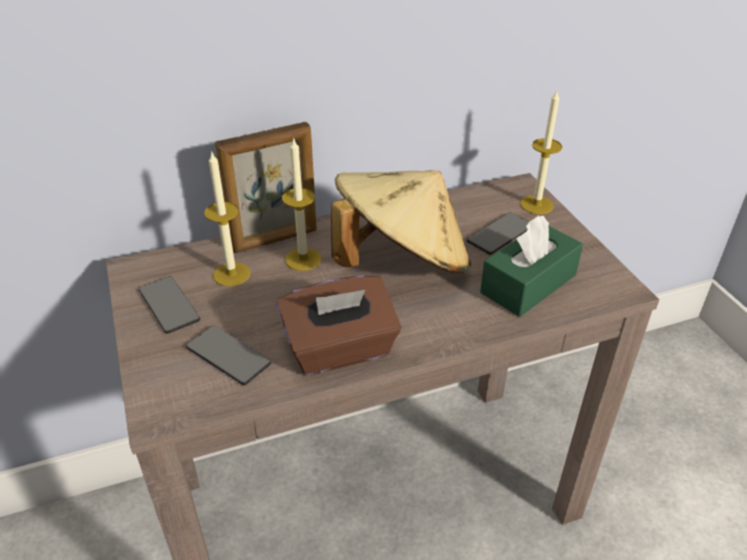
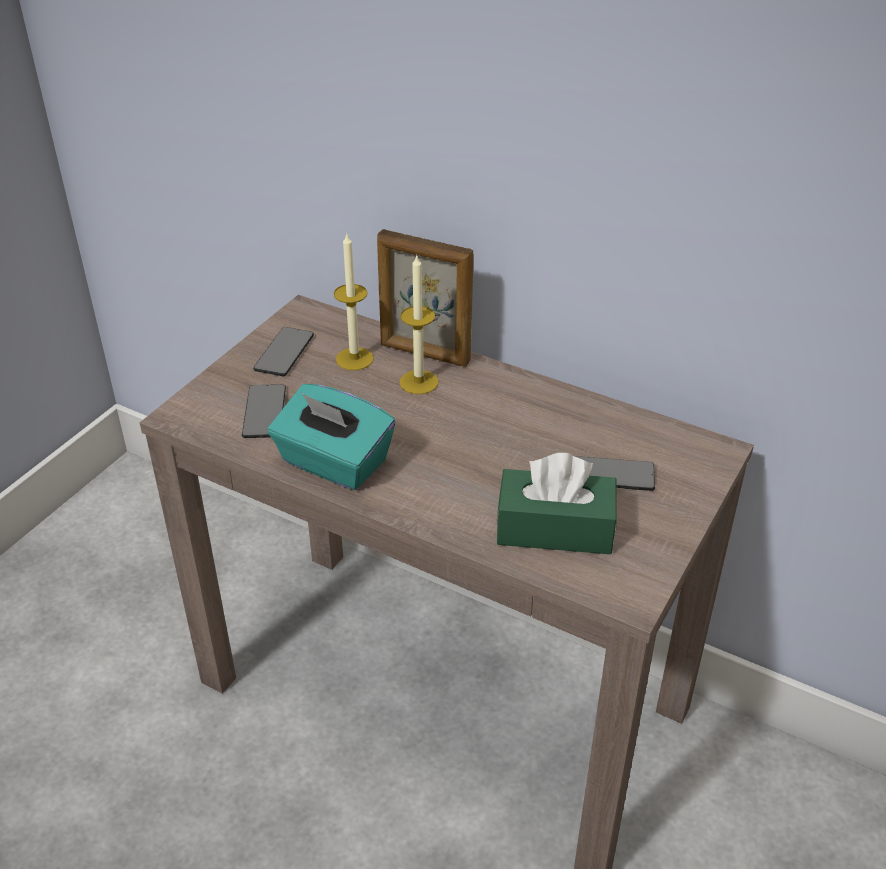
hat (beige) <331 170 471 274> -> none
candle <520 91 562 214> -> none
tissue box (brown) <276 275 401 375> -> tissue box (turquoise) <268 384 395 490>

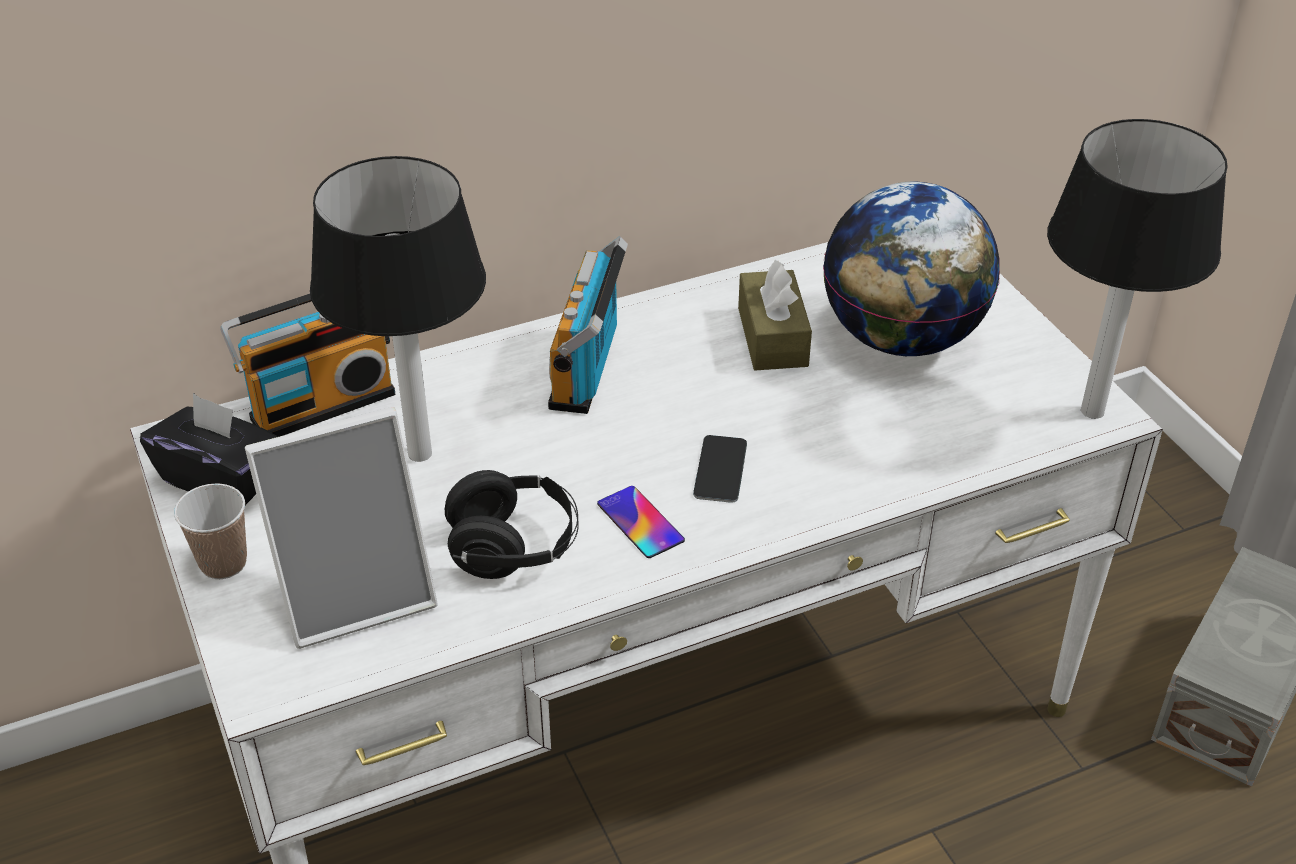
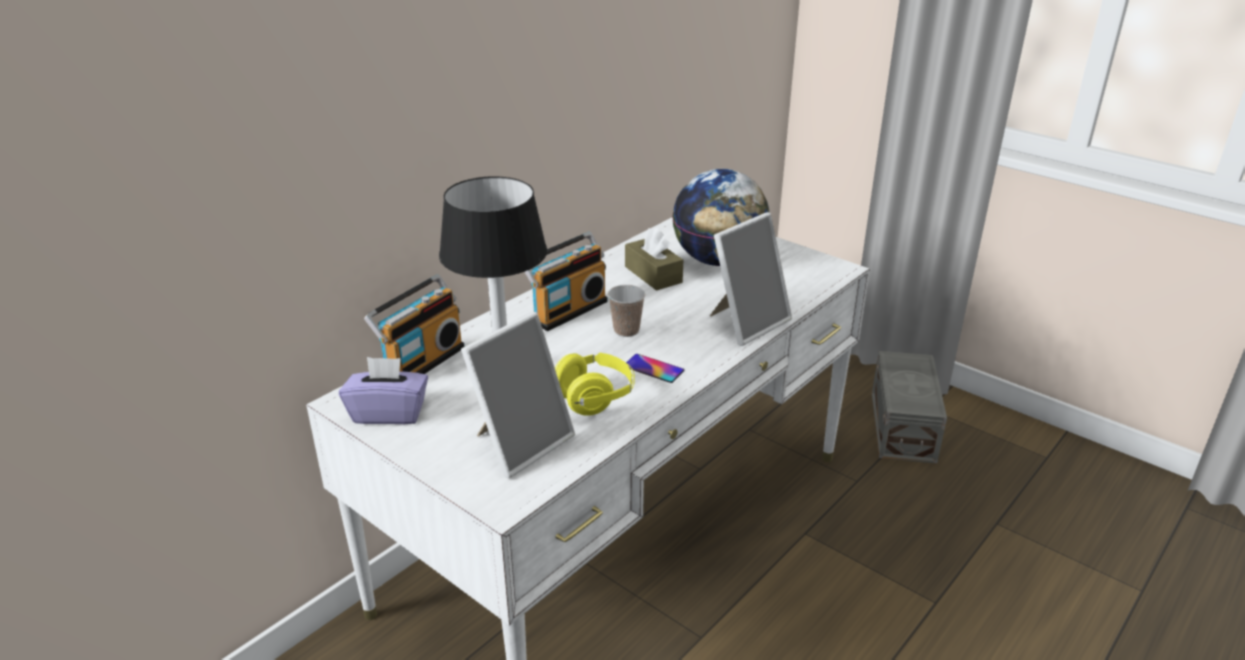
phone <693 435 747 503> -> none
table lamp <1047 119 1228 419> -> none
none -> picture frame <710 212 792 346>
cup <174 483 247 579> -> cup <608 285 645 337>, moved
tissue box (black) <140 393 278 505> -> tissue box (purple) <339 357 428 424>
headphones (black) <445 470 579 579> -> headphones (yellow) <555 353 635 416>
radio <548 236 628 414> -> radio <525 232 607 331>, 120 degrees counterclockwise

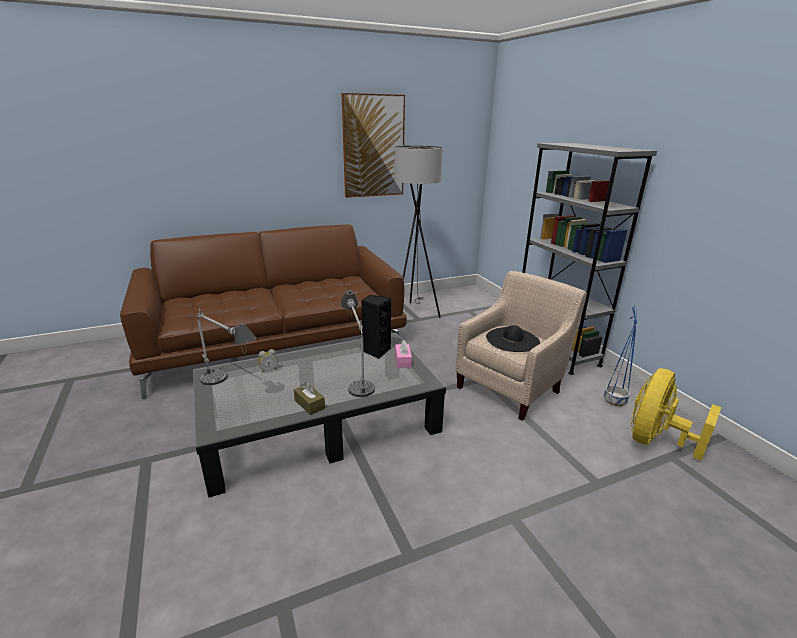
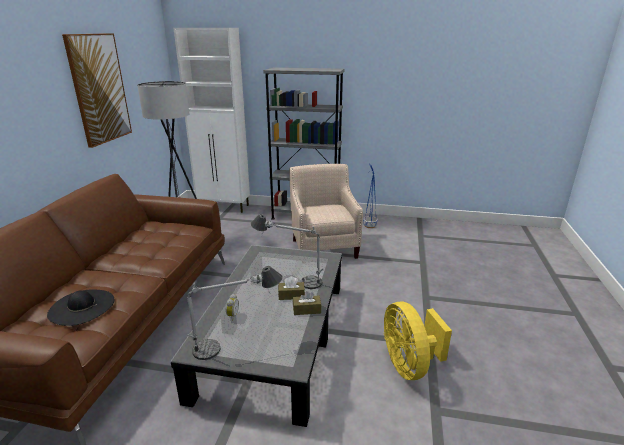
speaker (black) <361 295 391 359> -> none
tissue box (pink) <395 340 412 368> -> none
none -> cabinet (white) <173 28 250 213>
none -> tissue box (brown) <278 276 305 300>
hat (black) <486 325 540 352> -> hat (black) <47 290 114 326>, moved
fan (yellow) <631 368 721 460> -> fan (yellow) <384 302 452 380>, moved

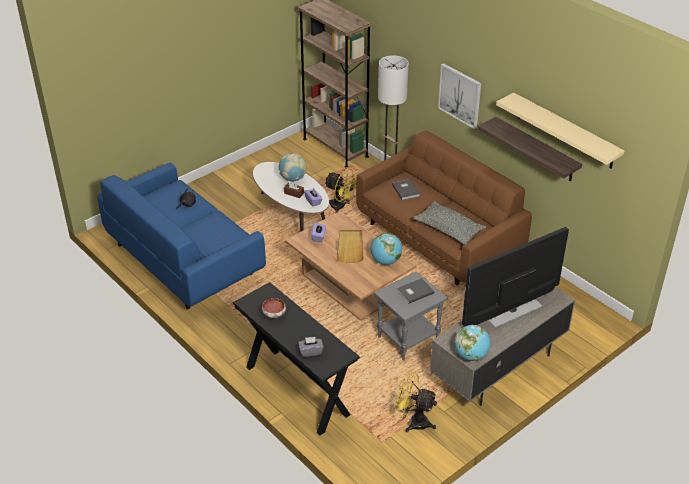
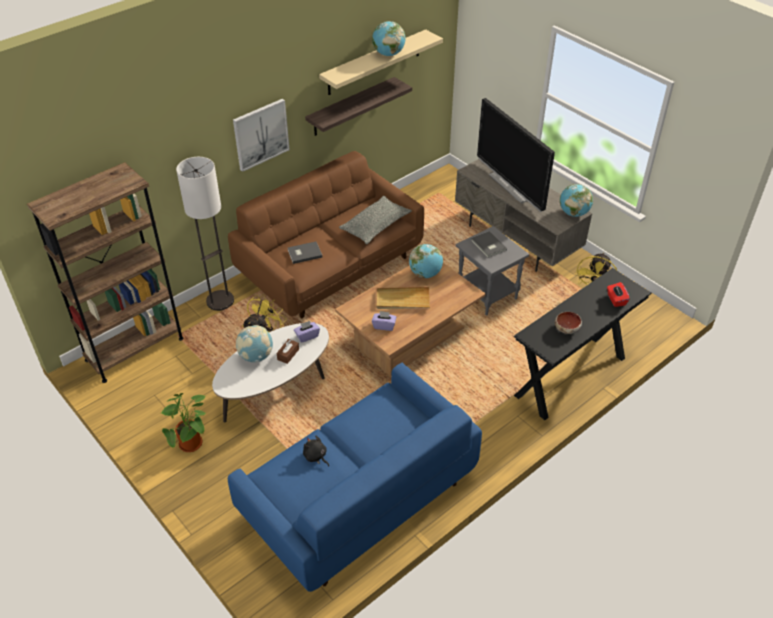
none -> potted plant <161 393 206 452>
none -> globe <372 21 406 56>
tissue box (grey) <298 337 323 357> -> tissue box (red) <607 282 630 307>

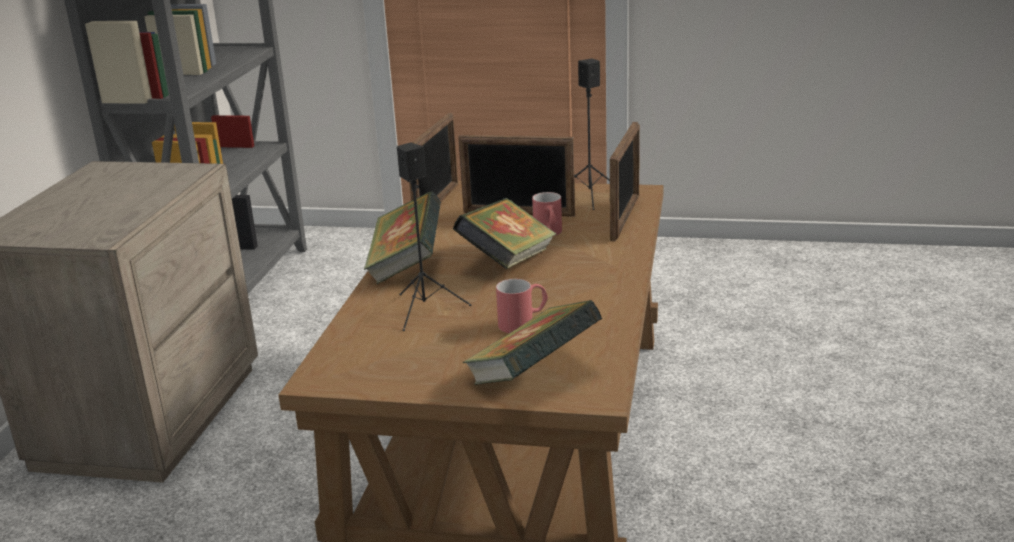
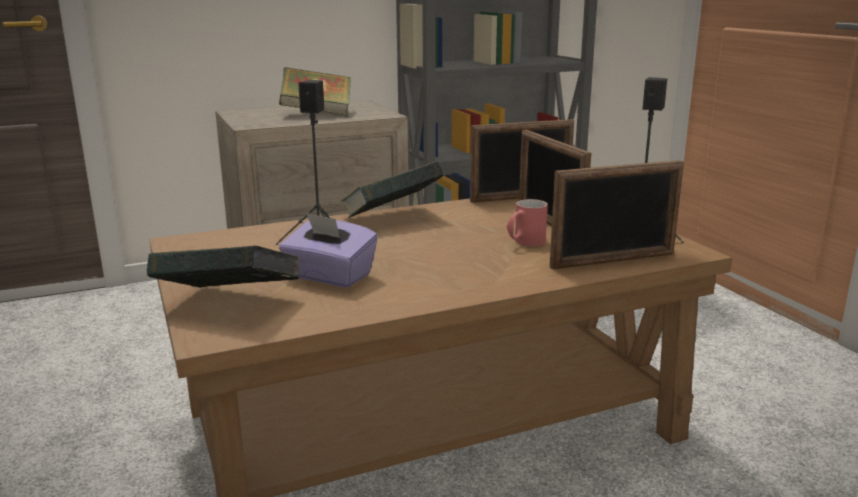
book <453 198 556 269> -> book <279 67 351 116>, moved
mug (red) <496 279 548 333> -> tissue box (purple) <279 212 378 288>

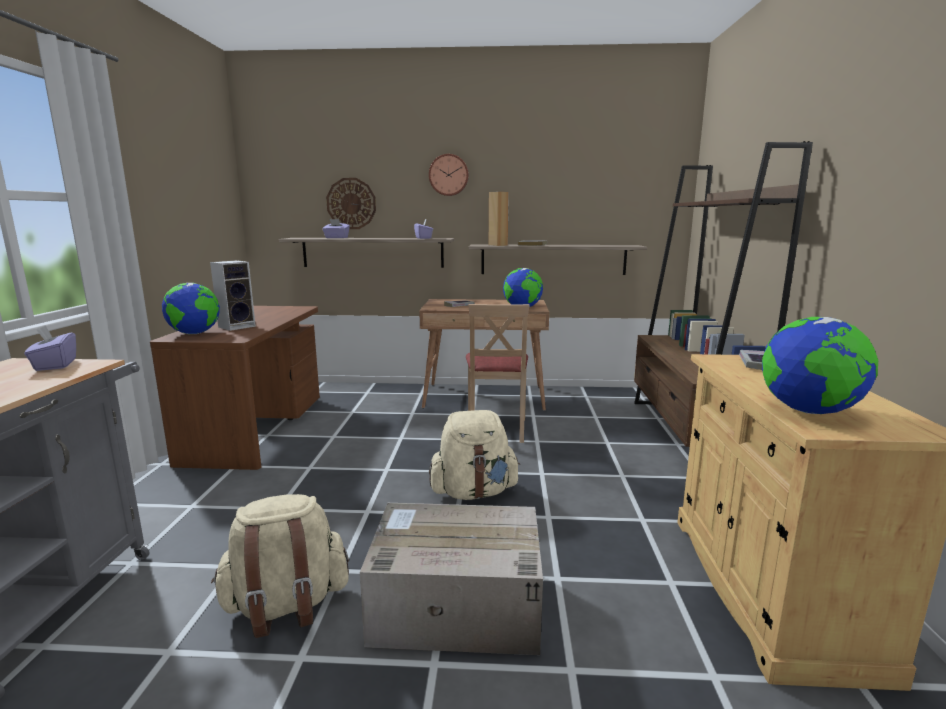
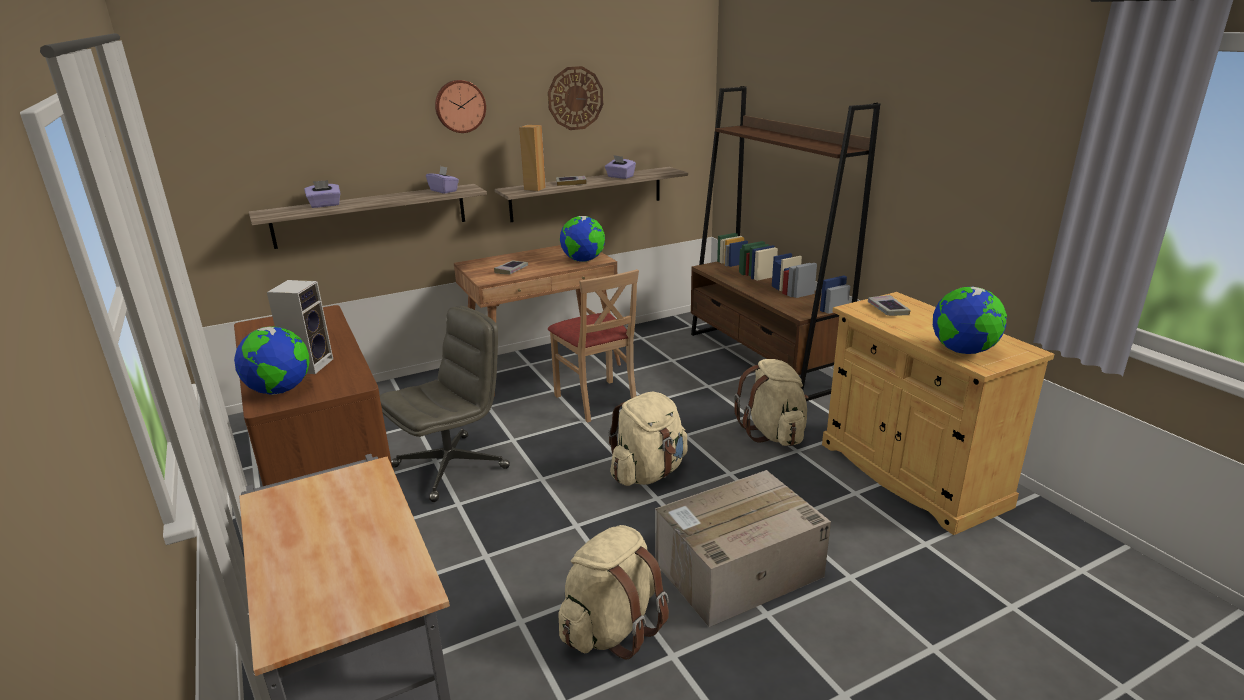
none -> office chair (grey) <379 306 510 502>
none -> backpack (beige) <734 359 809 446>
tissue box (purple) <24 325 76 371> -> tissue box (purple) <605 155 636 179>, moved
wall clock <326 178 376 229> -> wall clock <548 66 603 130>, moved

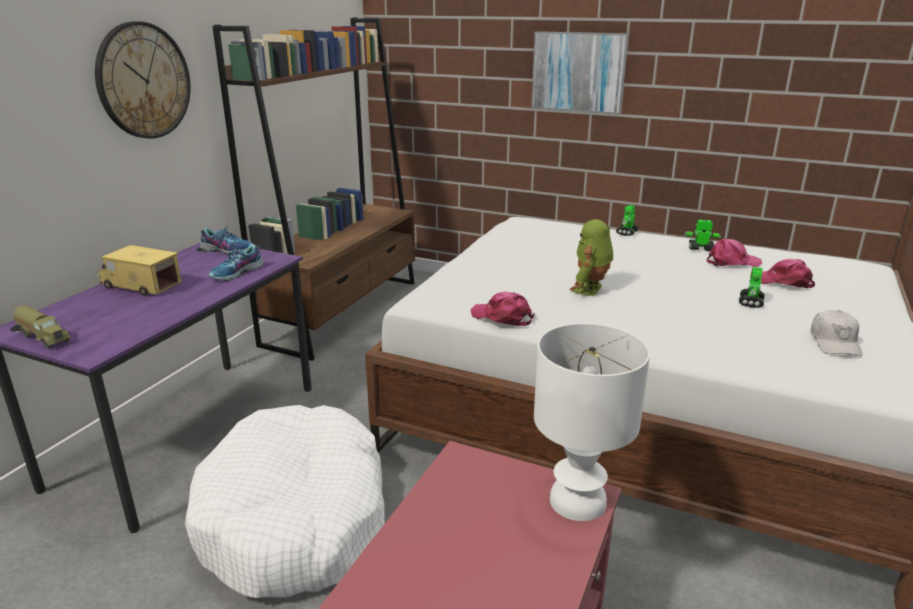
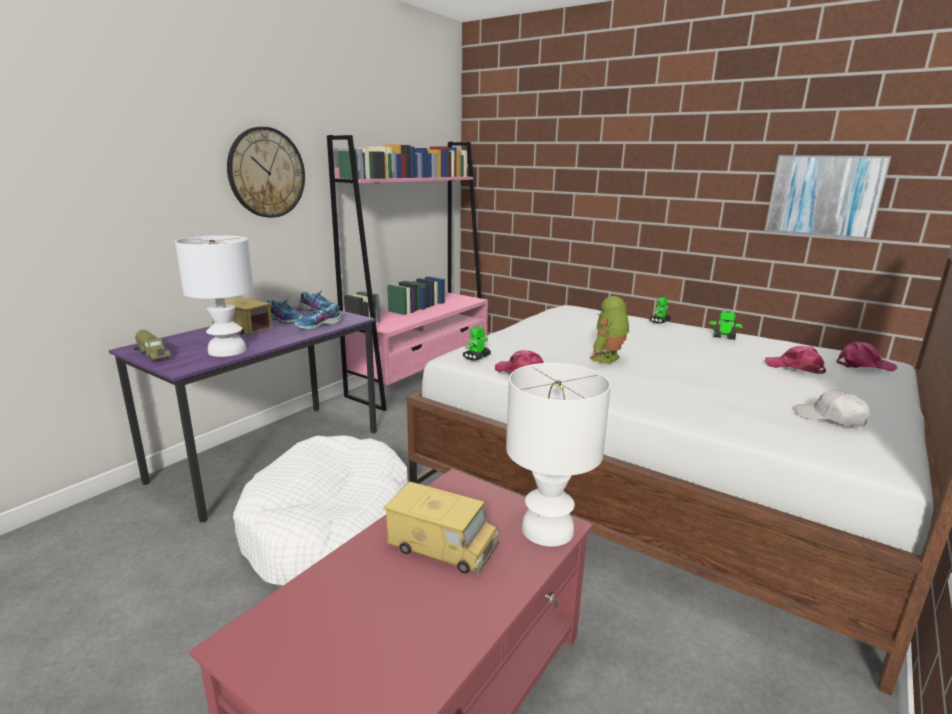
none -> table lamp (white) <175 235 254 357>
none -> shoe <268 297 304 324>
none -> toy truck <383 482 499 574>
picture <531 31 629 115> -> picture <764 155 891 239>, moved
cap (pink) <707 239 762 267> -> cap (pink) <836 342 897 372>, moved
toy robot <739 267 765 308> -> toy robot <463 326 491 361>, moved
bookcase (brown) <212 17 415 361> -> bookcase (pink) <327 135 488 411>
cap (white) <810 310 863 357> -> cap (white) <796 390 871 427>, 105 degrees clockwise

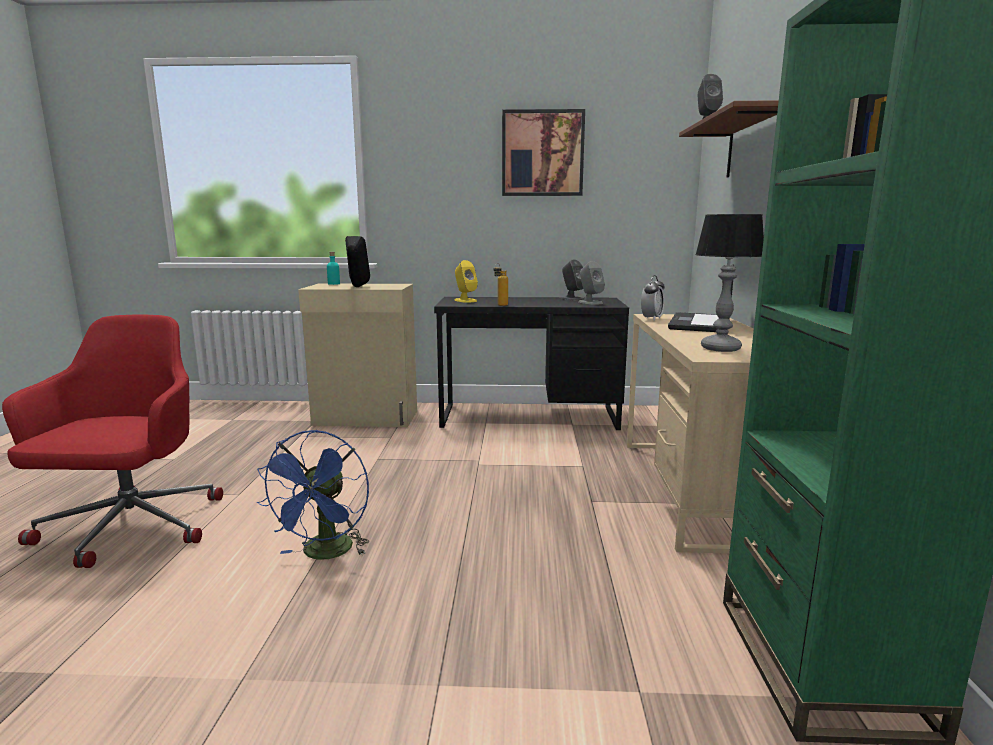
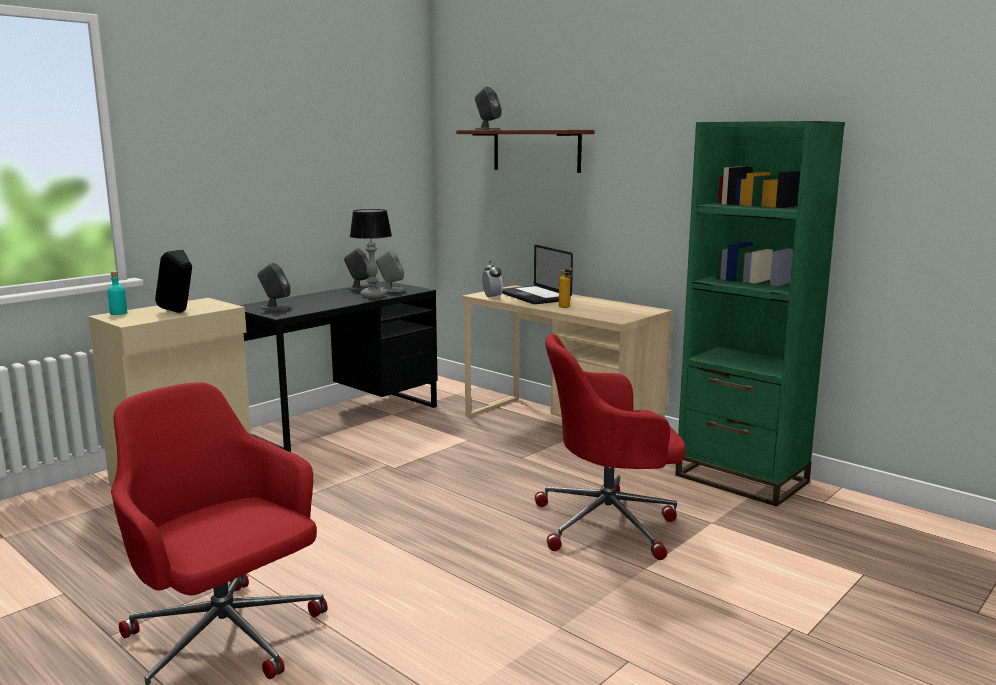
fan (blue) <257 430 369 560> -> none
picture <502 109 585 196> -> none
none -> office chair (red) <535 334 686 560>
bottle <494 263 508 306> -> bottle <559 264 573 308>, moved
table lamp <695 214 764 352> -> table lamp <350 209 392 298>, moved
speaker (yellow) <455 260 478 303> -> speaker (grey) <258 263 292 310>

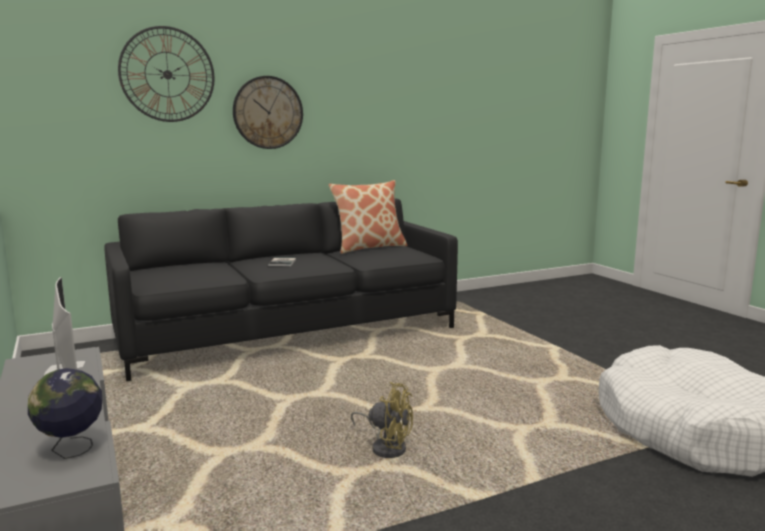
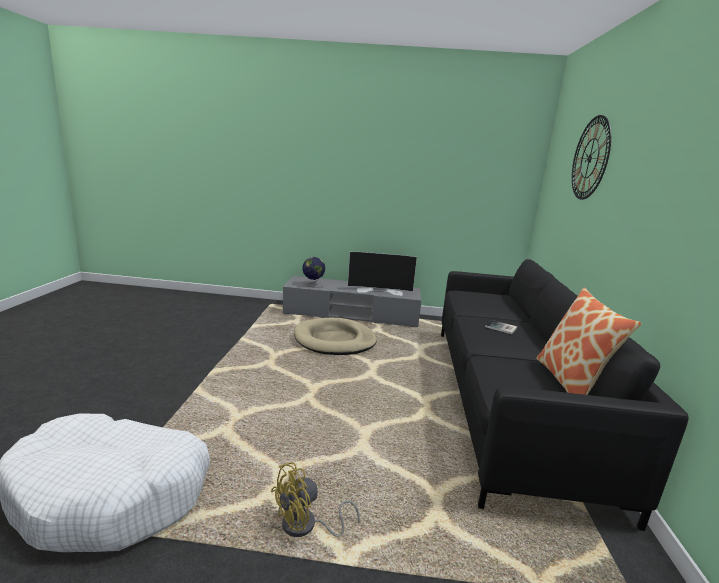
wall clock <233 76 303 149> -> none
none -> dog bed (beige) <294 318 377 355>
fan (yellow) <351 382 413 458> -> fan (yellow) <271 462 360 537>, moved

